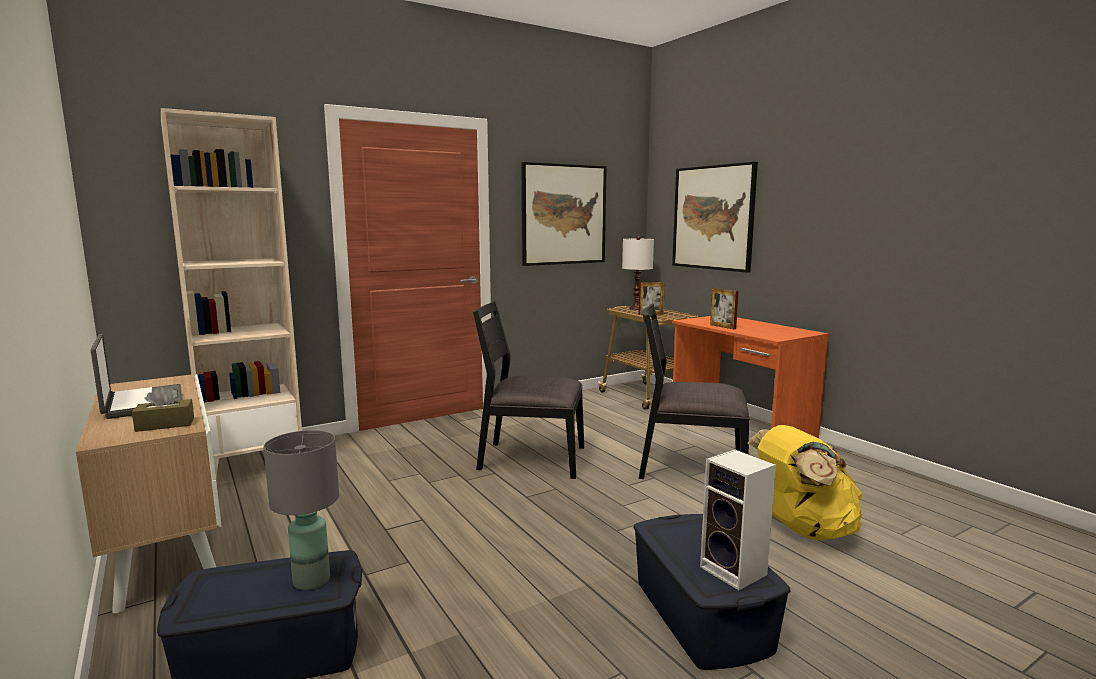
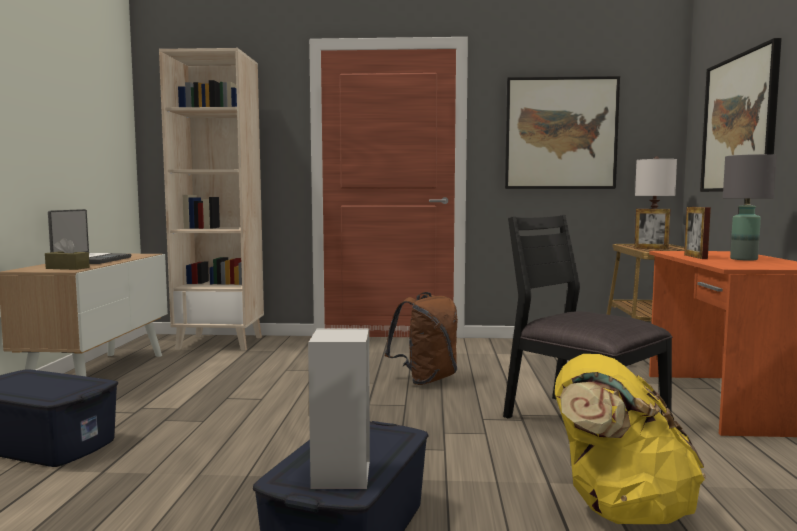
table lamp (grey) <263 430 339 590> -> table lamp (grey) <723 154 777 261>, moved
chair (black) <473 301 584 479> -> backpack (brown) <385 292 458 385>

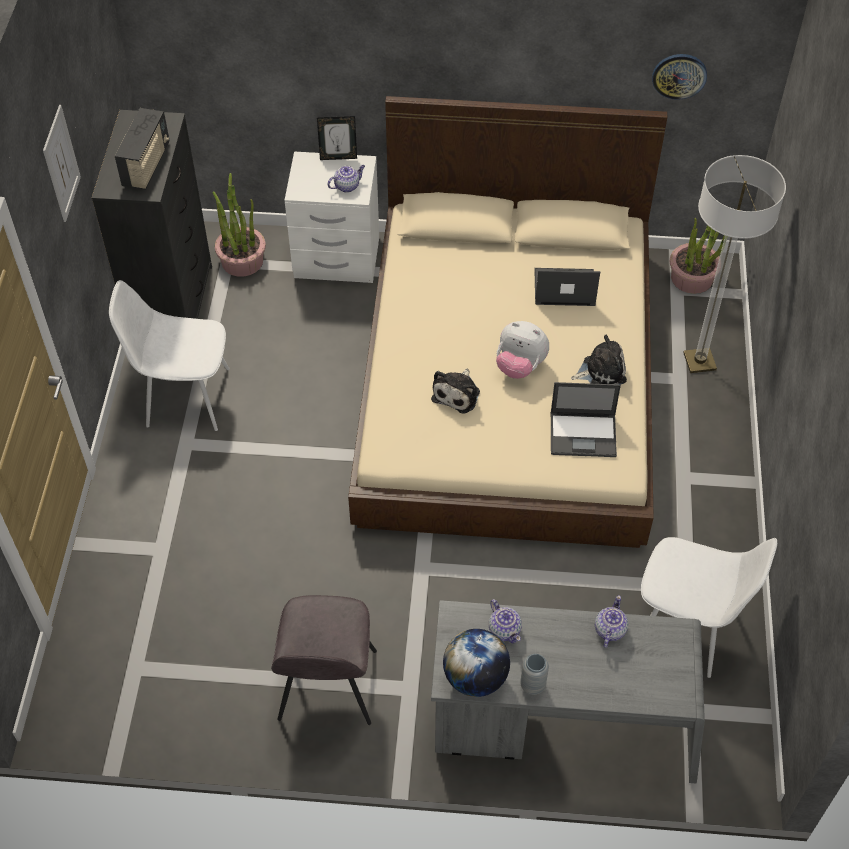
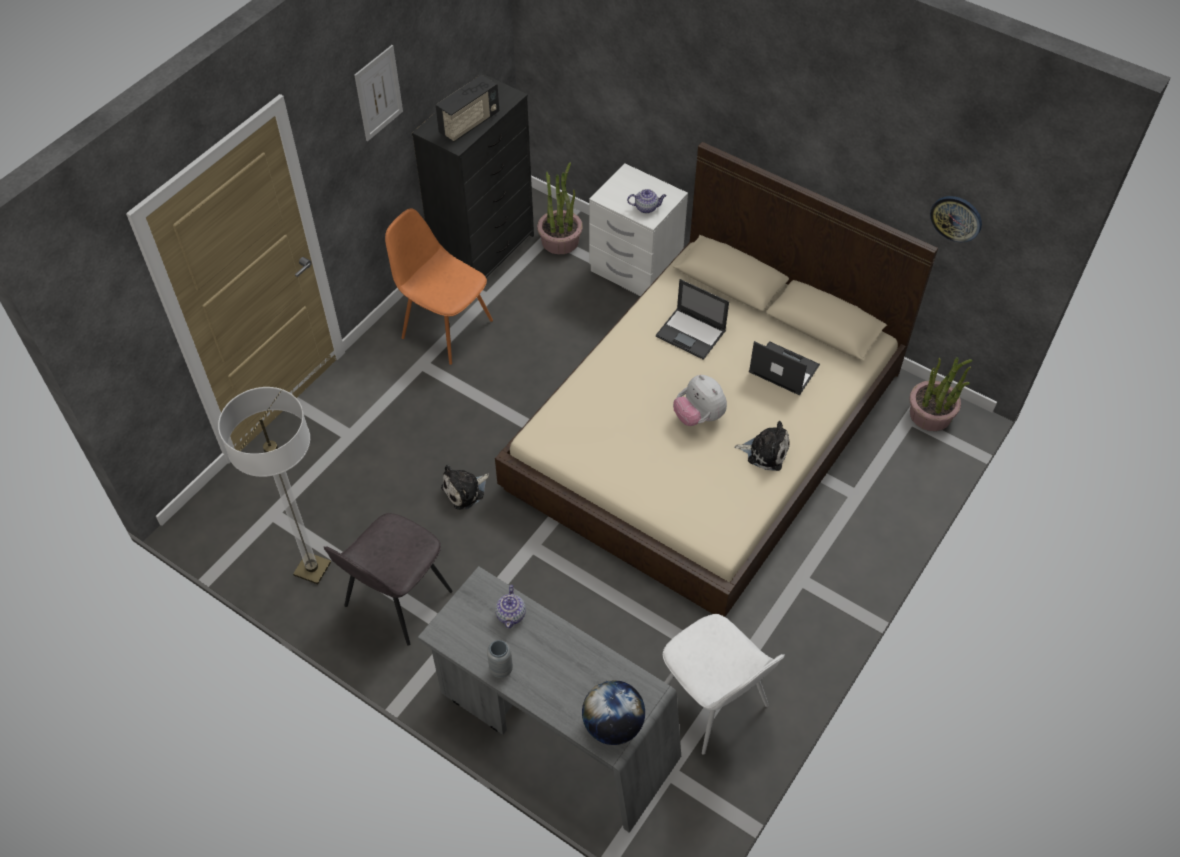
picture frame <317 116 357 160> -> none
teapot <595 595 628 648> -> none
plush toy <431 368 480 413> -> plush toy <441 465 489 510>, moved
globe <443 629 510 697> -> globe <582 680 645 745>, moved
laptop <551 382 621 457> -> laptop <656 279 729 360>, moved
floor lamp <683 155 786 373> -> floor lamp <218 387 331 584>, moved
chair (white) <109 280 230 431> -> chair (orange) <385 208 493 365>

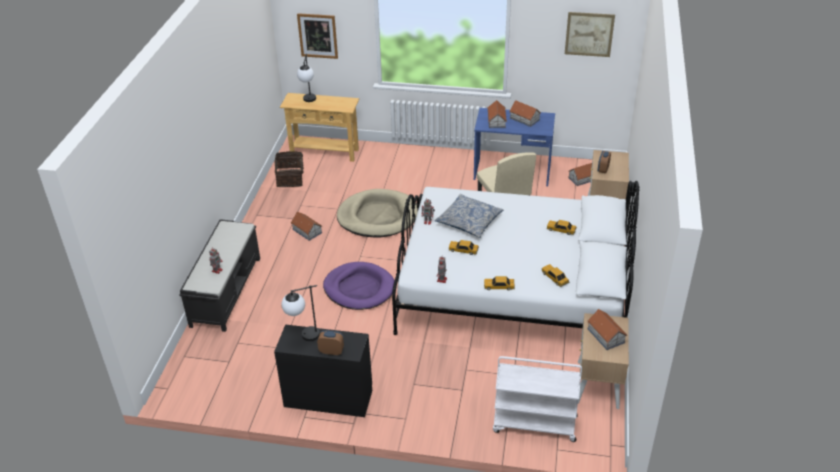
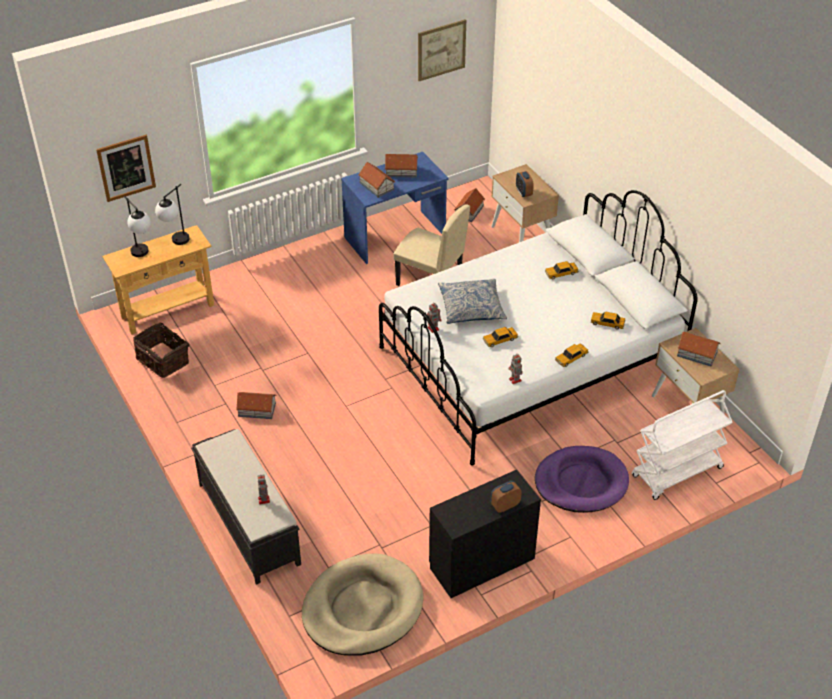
table lamp <281 285 320 341> -> table lamp <155 184 190 245>, moved
dog bed (purple) <323 262 395 310> -> dog bed (purple) <535 446 629 513>, moved
dog bed (beige) <337 189 418 238> -> dog bed (beige) <302 553 423 656>, moved

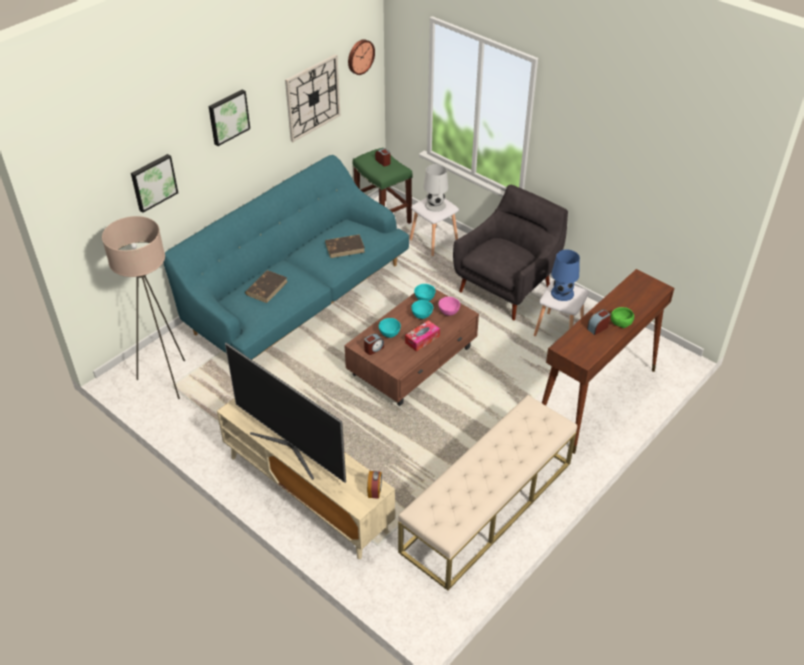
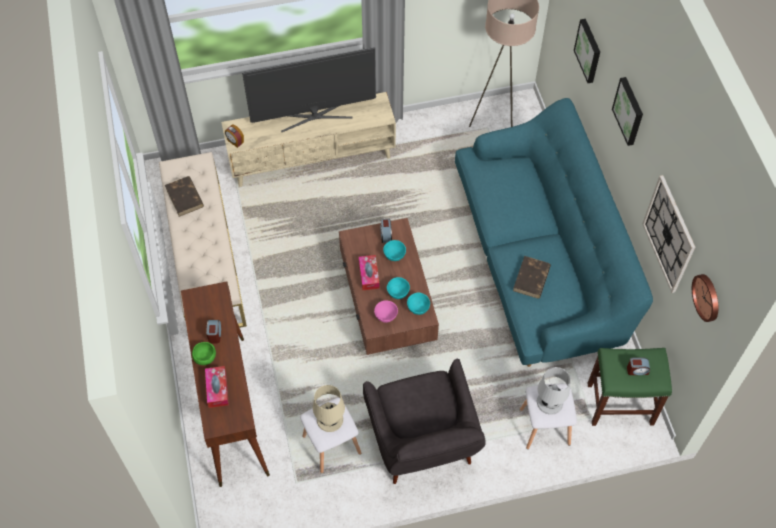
none -> tissue box <205 366 229 408>
book (brown) <245 270 287 303> -> book (brown) <165 176 204 217>, moved
table lamp (blue) <551 250 580 301> -> table lamp (beige) <313 385 345 432>

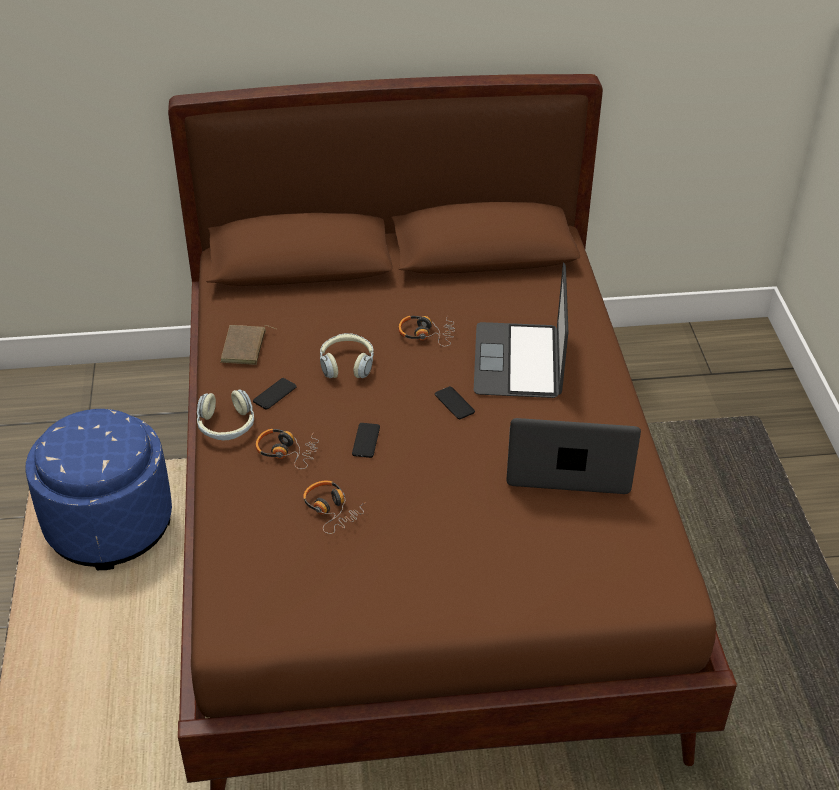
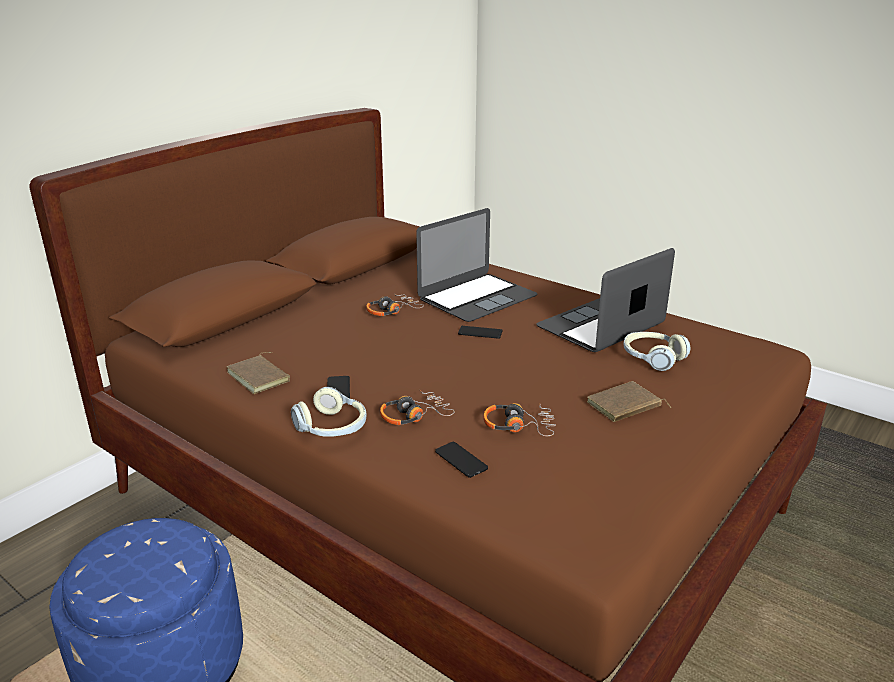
none -> book (brown) <587 381 671 422>
headphones <320 333 374 378> -> headphones <623 332 691 371>, moved
phone <352 423 380 458> -> phone <435 442 488 478>, moved
laptop <474 263 568 398> -> laptop <416 208 537 322>, 90 degrees counterclockwise

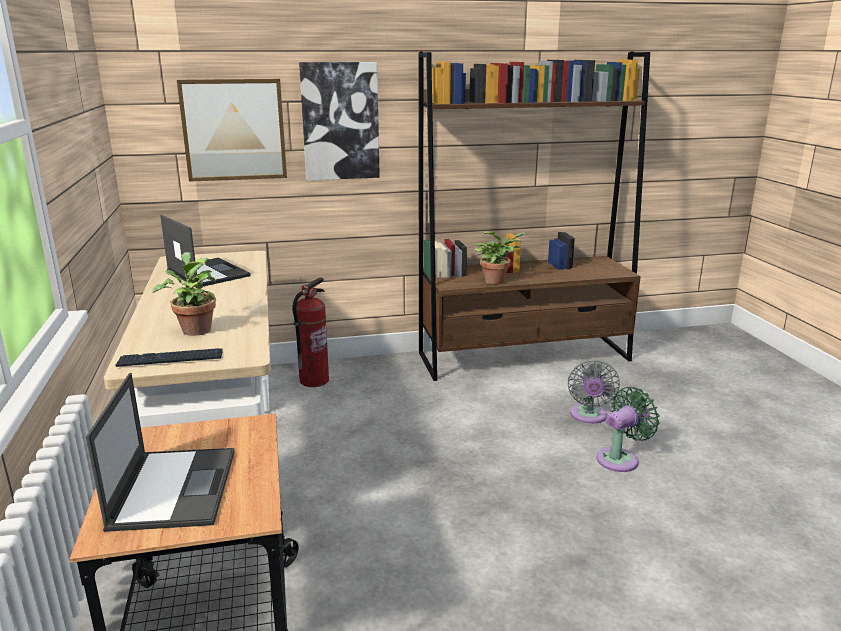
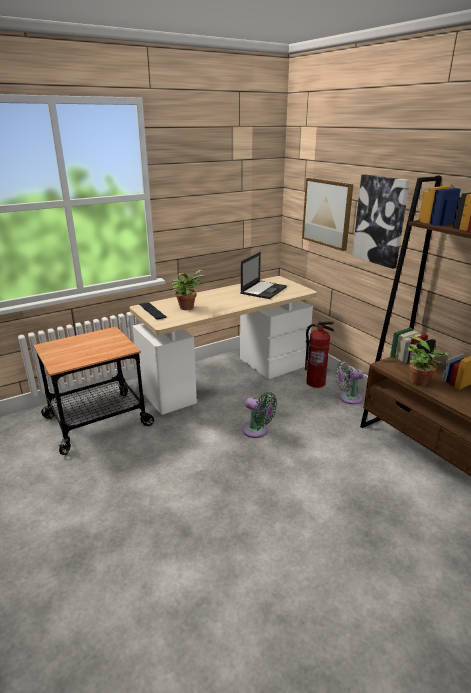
laptop <86 373 235 532> -> none
fan (grey) <568 360 620 424> -> fan (grey) <335 360 364 404>, moved
fan (green) <597 387 659 472> -> fan (green) <243 392 277 438>, moved

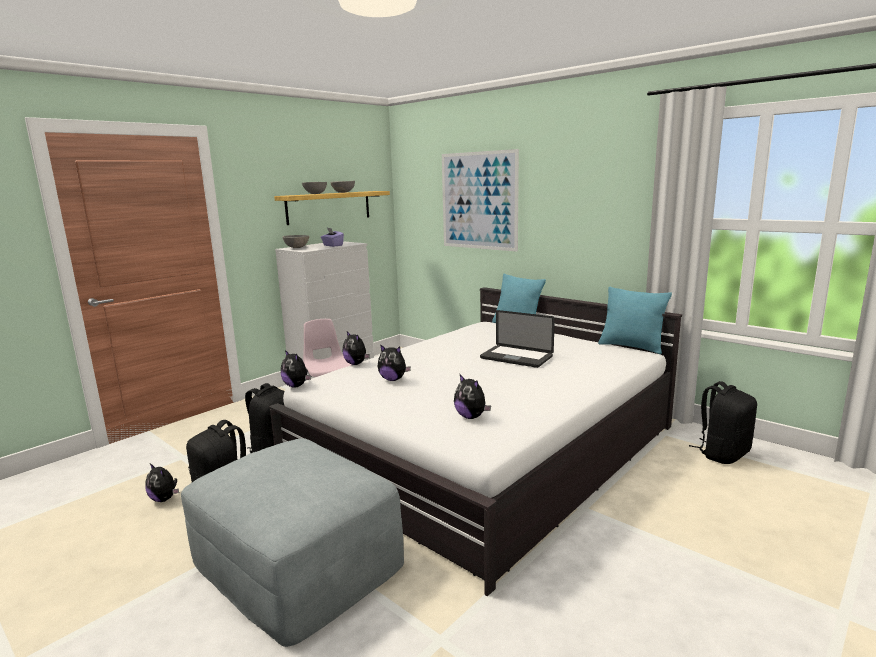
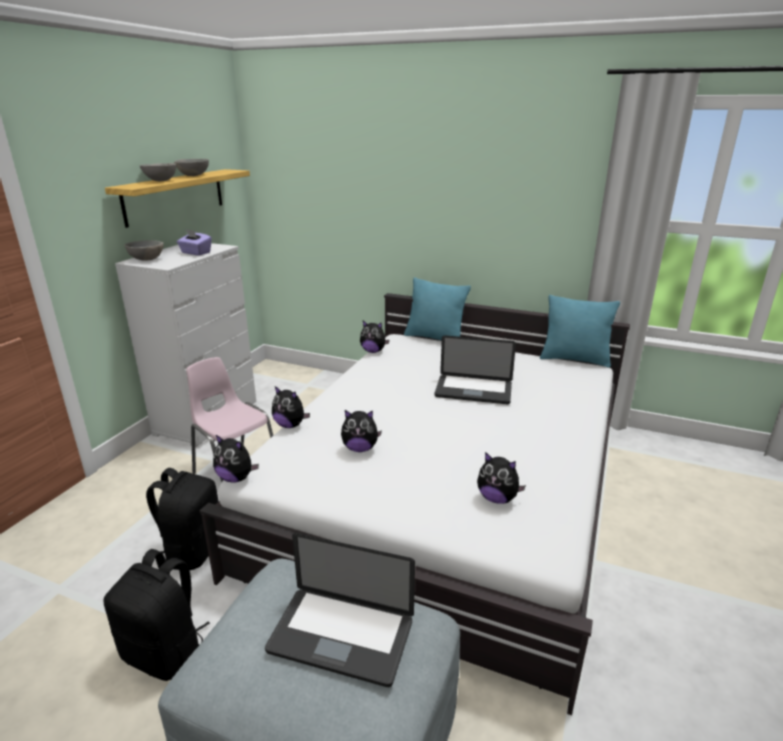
picture <442 149 519 252> -> none
backpack (black) <689 381 757 464> -> none
none -> laptop <265 533 415 687>
plush toy <145 463 179 502> -> plush toy <360 321 389 353>, moved

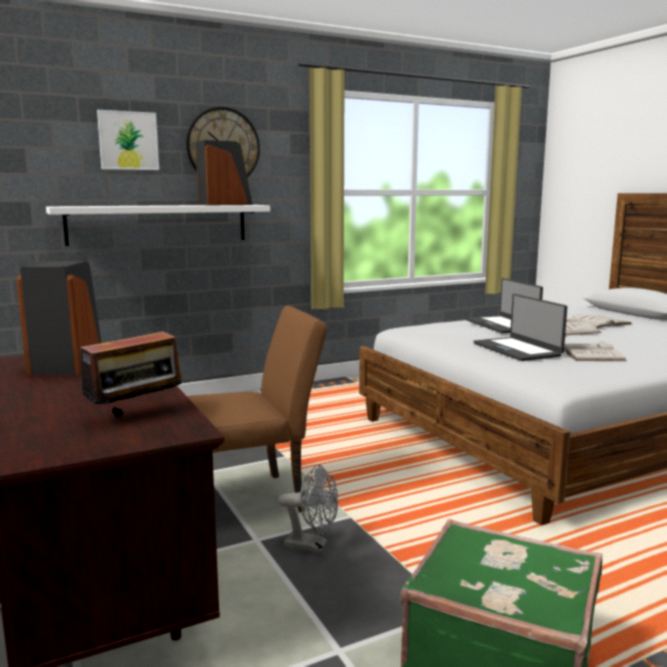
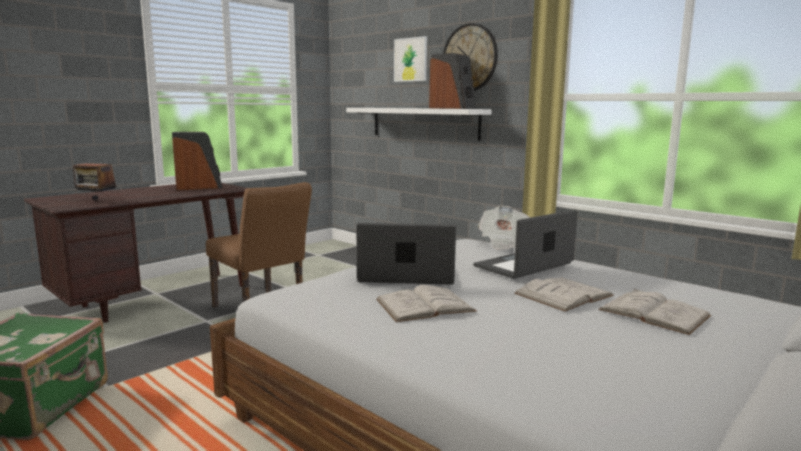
fan (grey) <278 464 338 553> -> none
none -> newspaper <478 206 530 250>
laptop <473 294 567 361> -> laptop <356 223 456 285>, 45 degrees clockwise

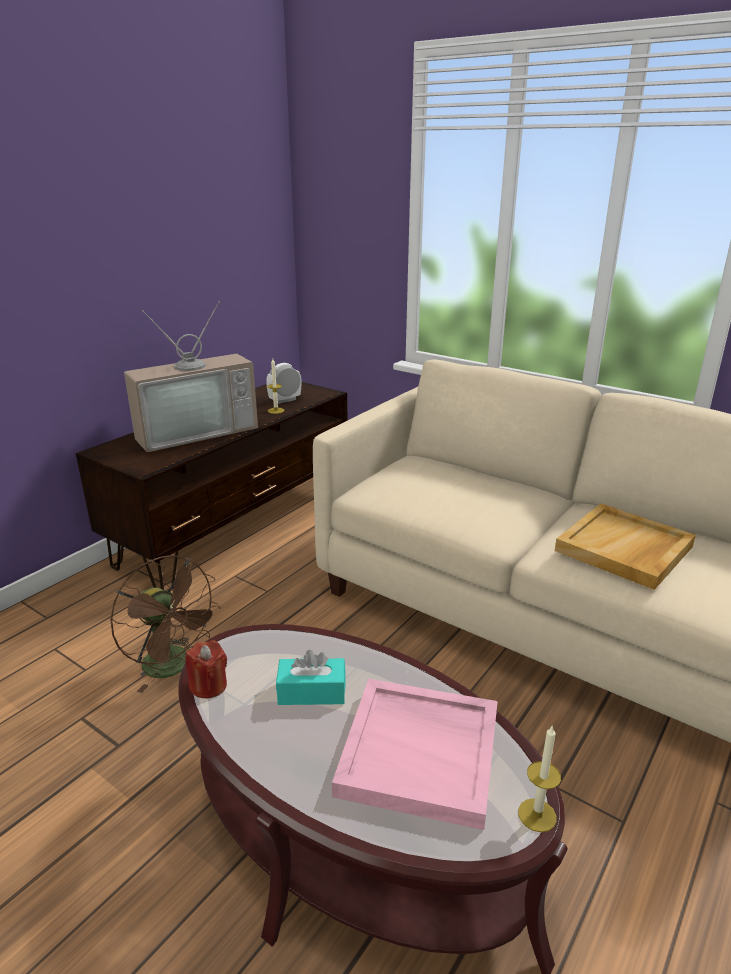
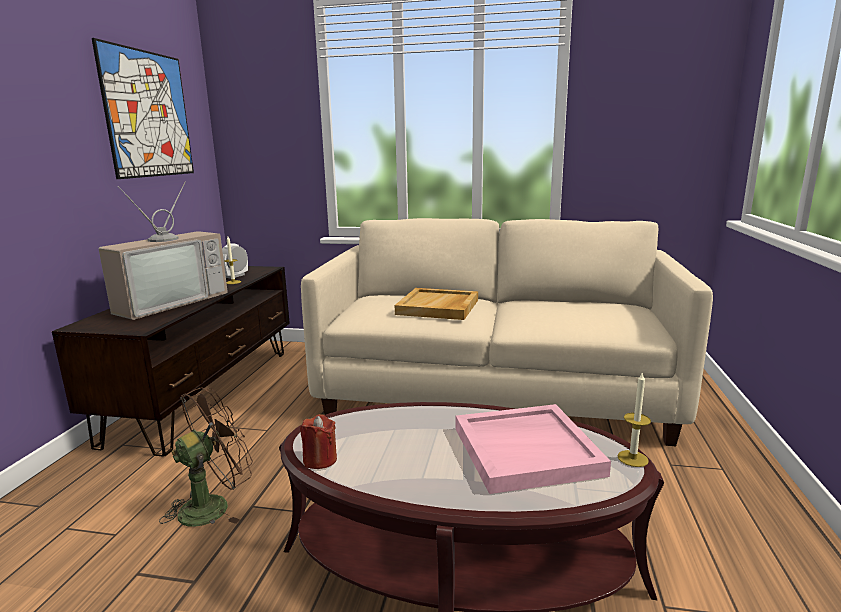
tissue box (turquoise) <276 650 346 705> -> none
none -> picture <92 38 194 179>
tray (beige) <555 504 696 590> -> tray (beige) <395 288 478 320>, moved
fan (brown) <110 555 221 693> -> fan (brown) <159 388 253 527>, 60 degrees counterclockwise

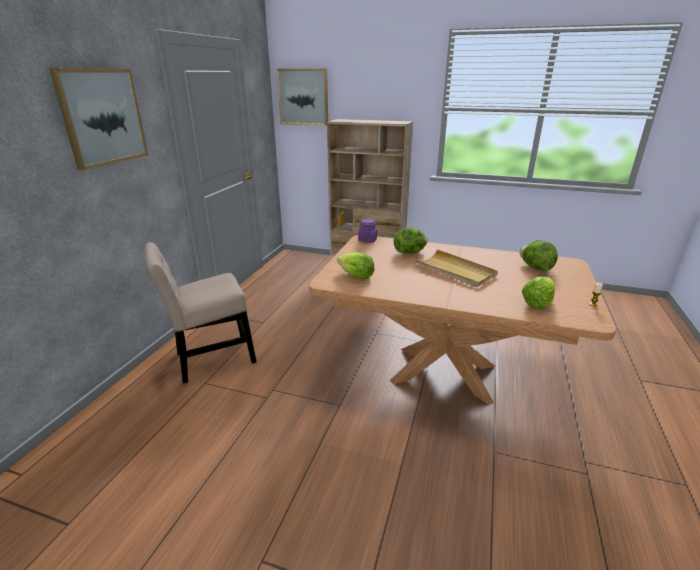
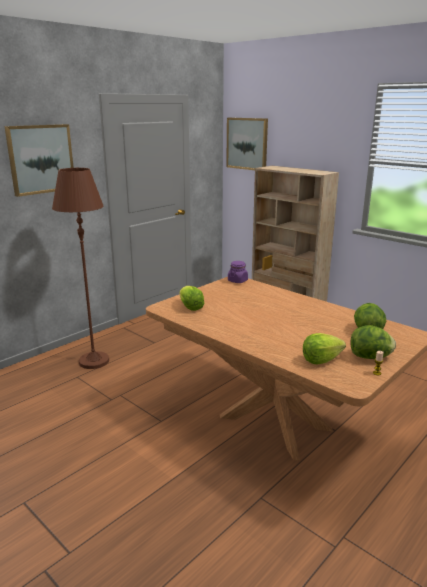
tray (beige) <414 249 498 287> -> none
lettuce <394 227 427 254> -> lettuce <350 325 396 359>, moved
chair (beige) <144 242 257 384> -> floor lamp (brown) <52 168 109 369>

